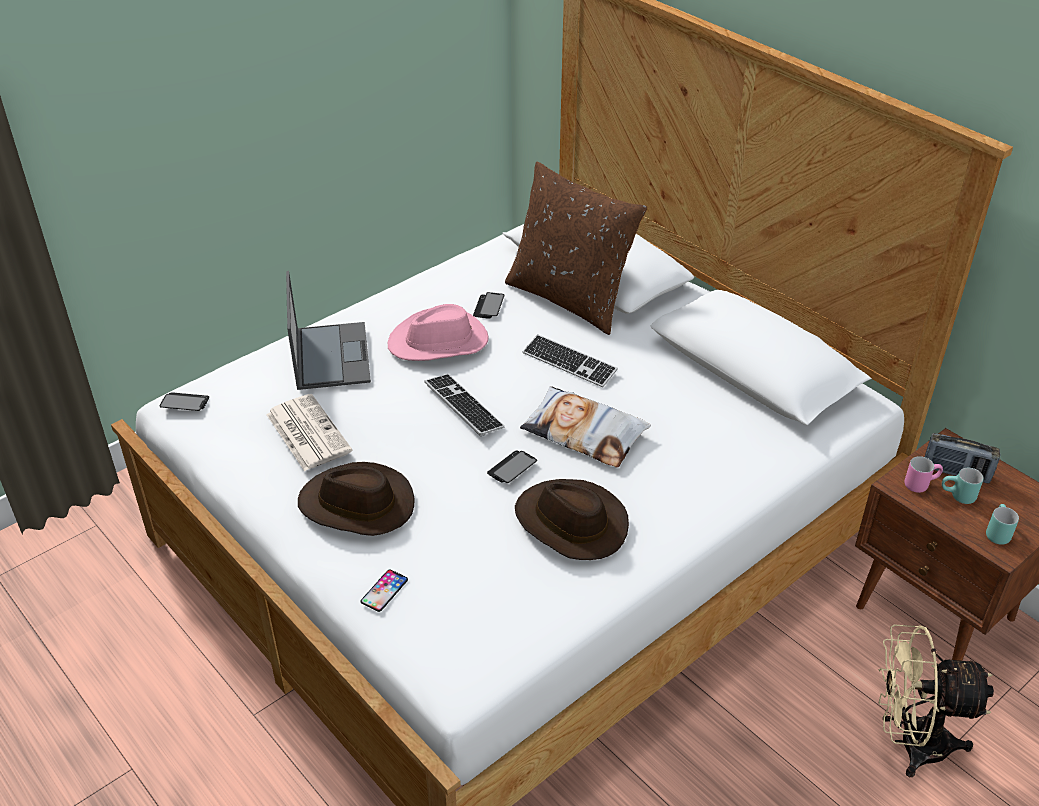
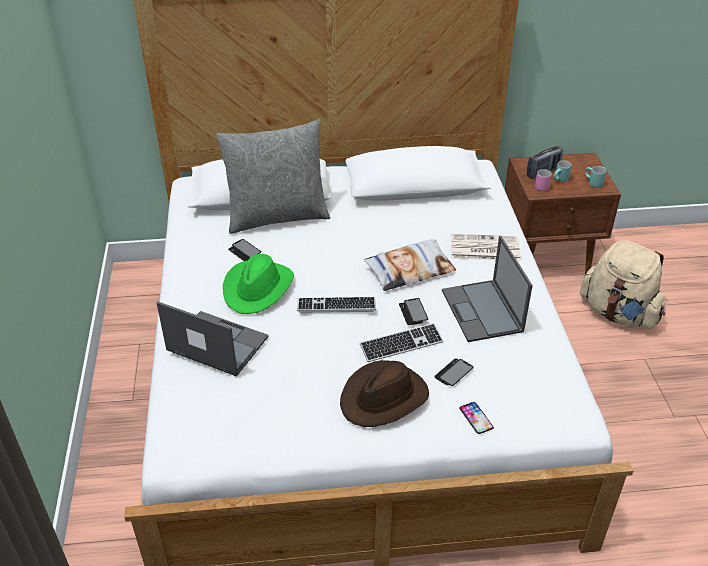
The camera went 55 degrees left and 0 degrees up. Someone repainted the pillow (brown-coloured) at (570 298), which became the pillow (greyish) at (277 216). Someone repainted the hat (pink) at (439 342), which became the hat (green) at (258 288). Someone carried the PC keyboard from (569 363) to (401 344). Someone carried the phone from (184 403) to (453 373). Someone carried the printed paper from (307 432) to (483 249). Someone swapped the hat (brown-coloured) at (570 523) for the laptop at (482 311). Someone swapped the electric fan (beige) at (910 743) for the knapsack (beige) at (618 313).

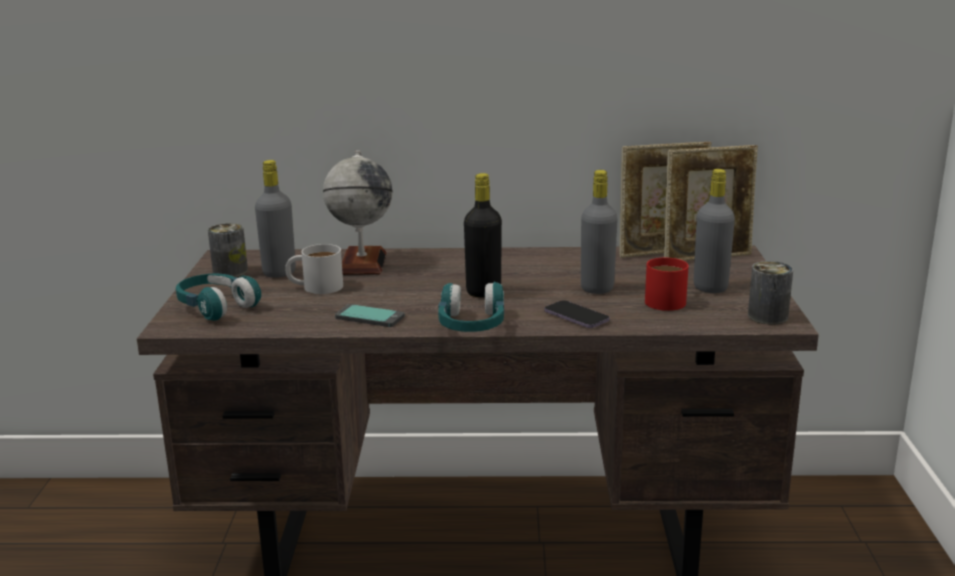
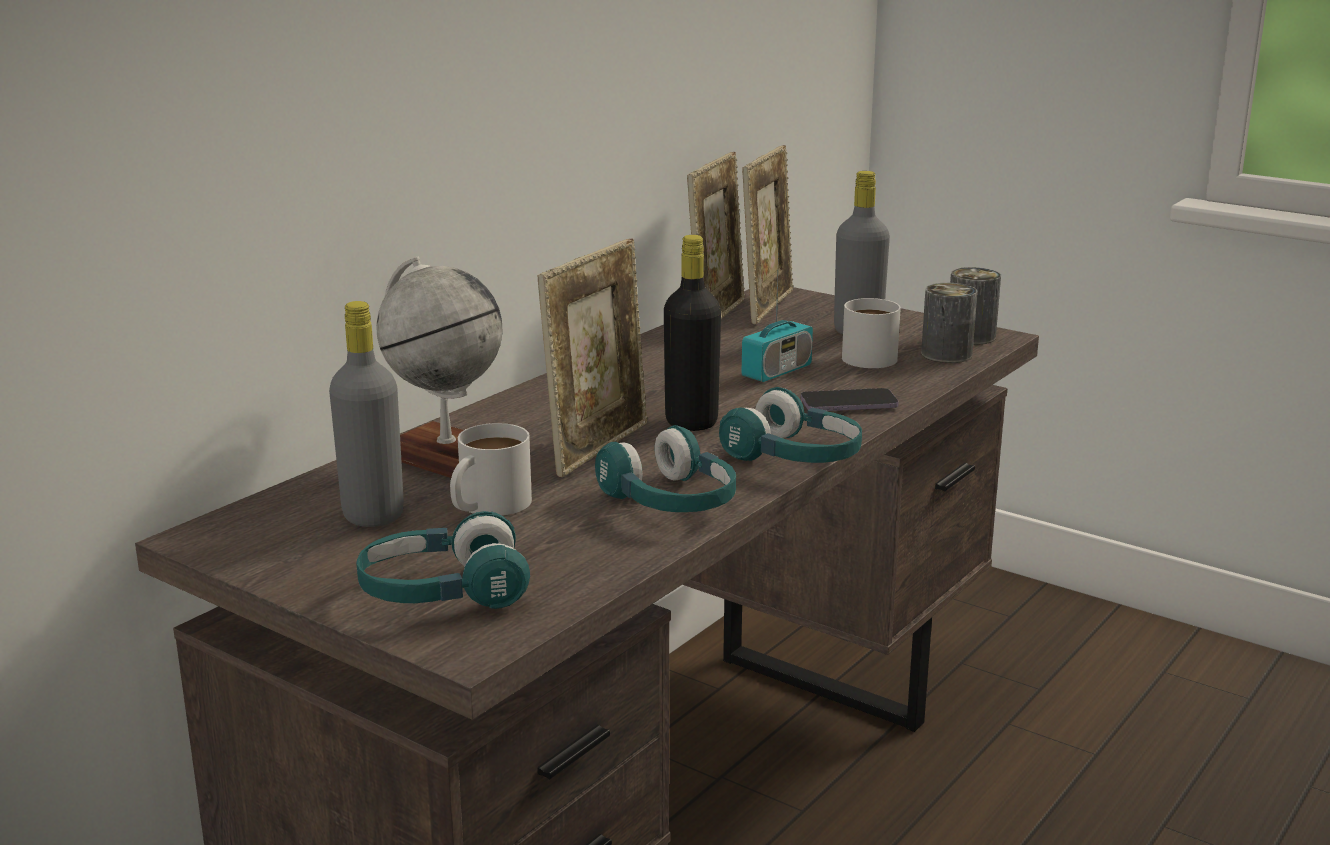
The camera went 55 degrees left and 0 degrees up. Someone swapped the bottle (greyish) at (597 288) for the radio set at (777 371). Someone carried the metal can from (230 271) to (946 354). Someone repainted the tea mug (red-coloured) at (669 300), which became the tea mug (white-coloured) at (865 355). Someone swapped the phone at (370 317) for the headphones (turquoise-coloured) at (671 502). Someone put down the standing frame at (598 447).

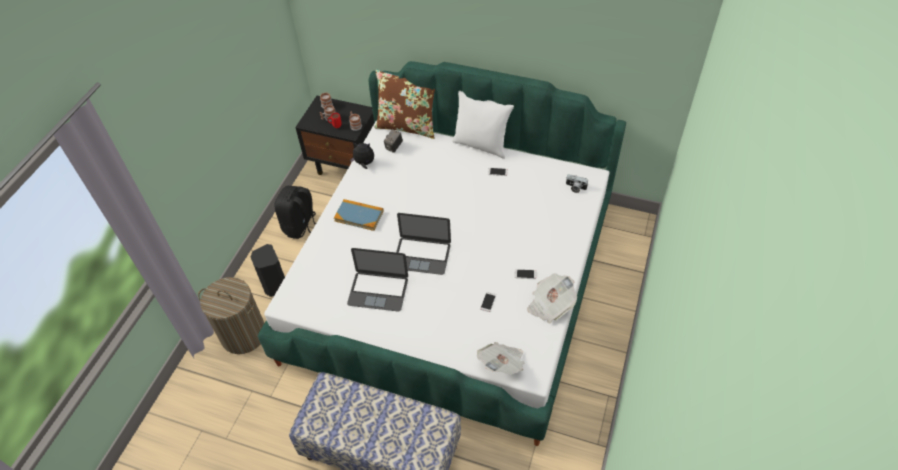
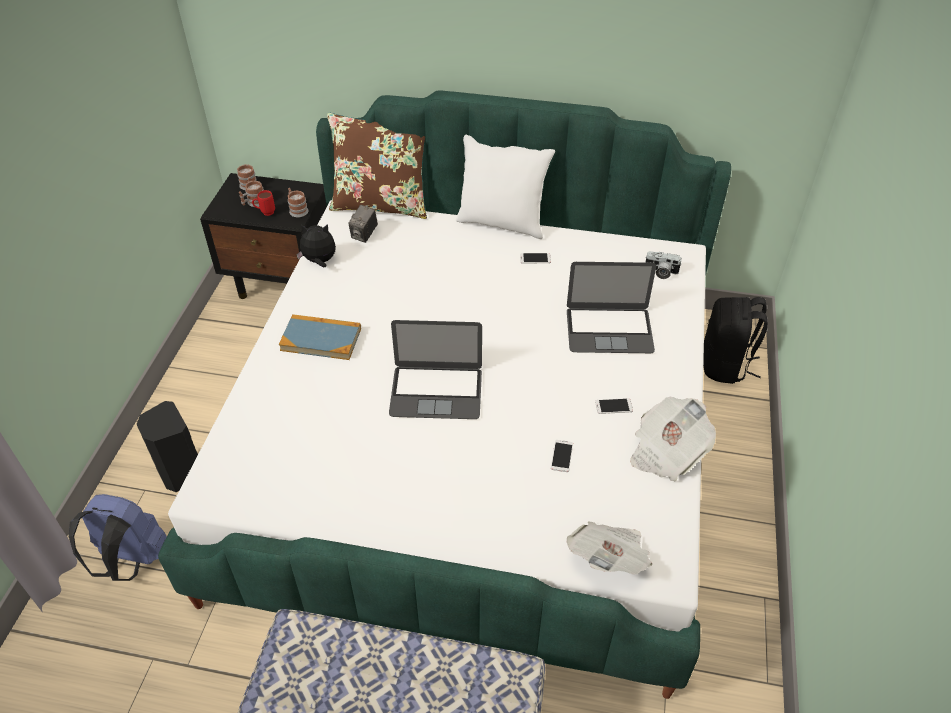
The camera went 10 degrees left and 5 degrees down. Someone carried the knapsack (black-coloured) from (301 226) to (725 365). Someone carried the laptop from (378 291) to (609 330). Someone swapped the hamper at (243 334) for the knapsack (blue-coloured) at (131 560).

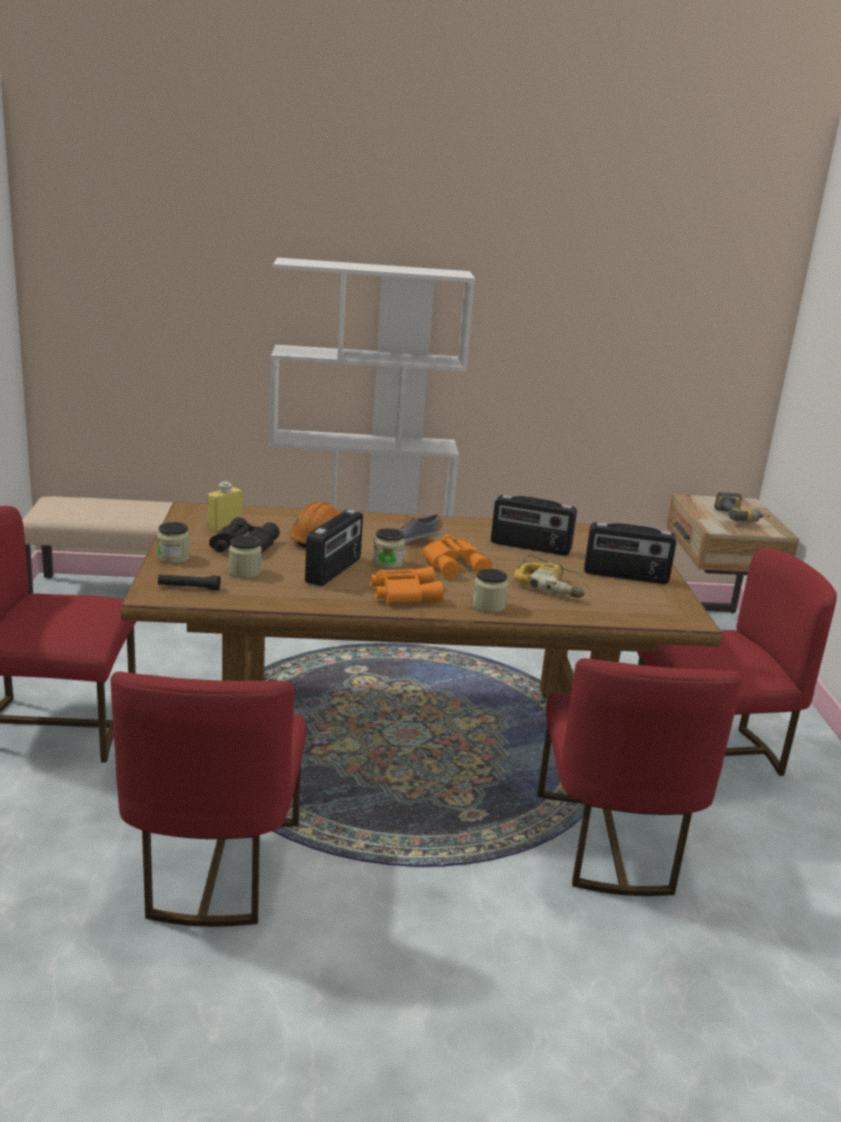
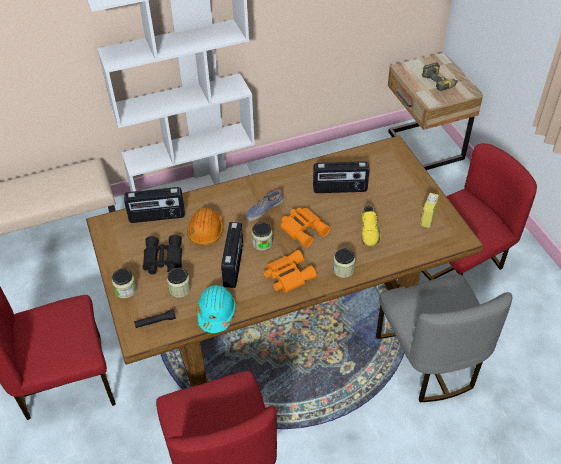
The camera went 15 degrees left and 25 degrees up. Someone carried the bottle (yellowish) from (225 526) to (428 219). Someone carried the radio set from (625 576) to (157 217). Someone swapped the drill at (551 585) for the shoe (yellowish) at (370 231). Someone repainted the upright chair (red-coloured) at (612 843), which became the upright chair (greyish) at (429 360). Someone put down the hard hat (turquoise-coloured) at (216 313).

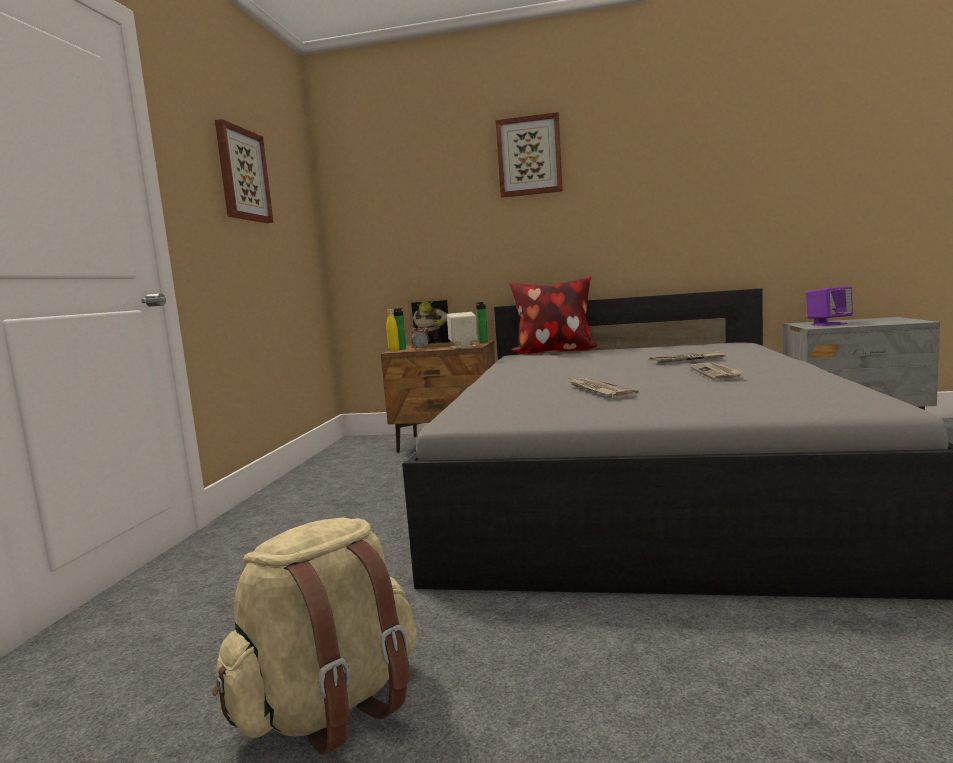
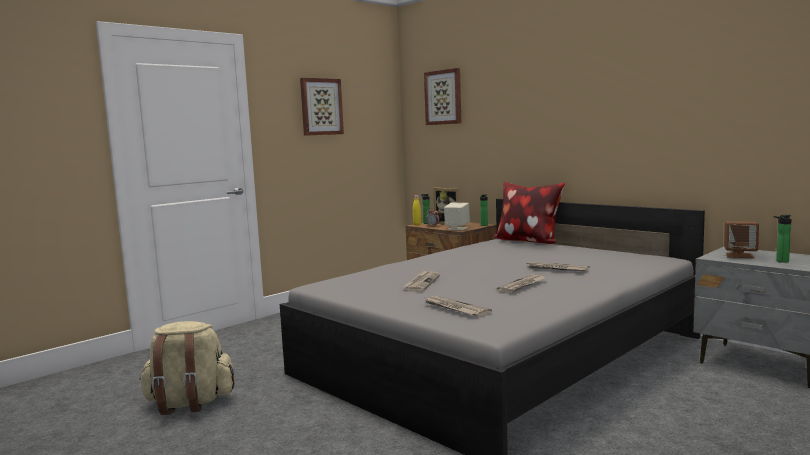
The camera went 35 degrees right and 0 degrees up. Someone carried the wall picture from (529 156) to (443 97). Someone repainted the loudspeaker (purple-coloured) at (828 324), which became the loudspeaker (brown-coloured) at (740 255). Someone put down the bottle at (780 261). Someone put down the printed paper at (455 308).

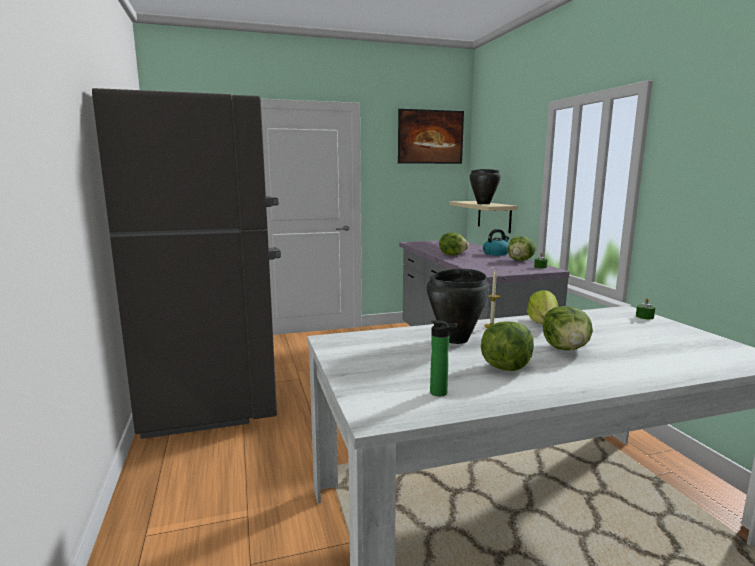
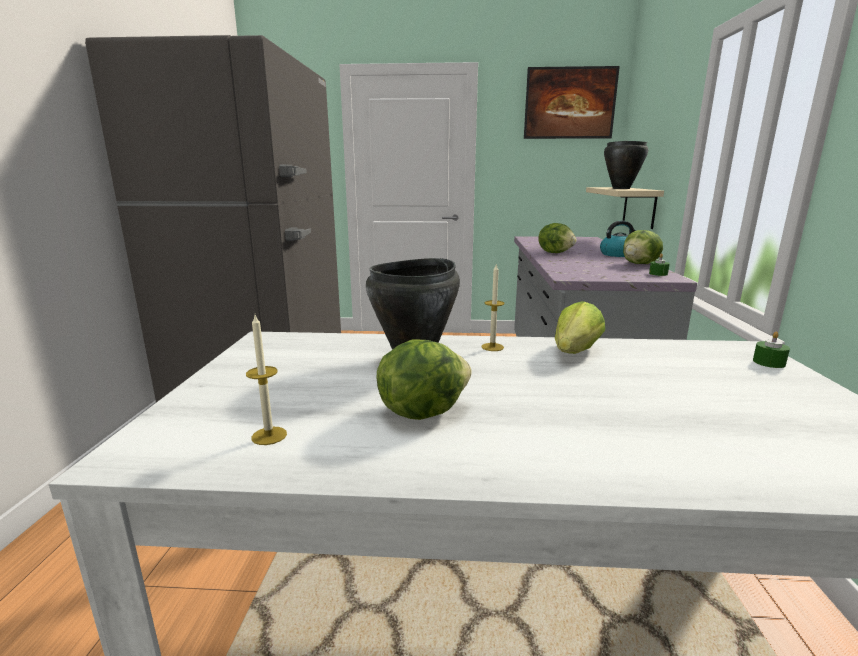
The camera went 20 degrees right and 5 degrees up. Someone took away the lettuce head at (566 349). Someone swapped the bottle at (441 393) for the wax candle at (269 436).

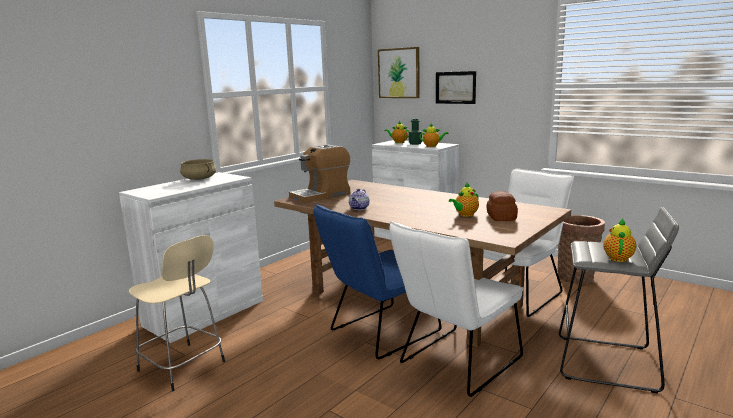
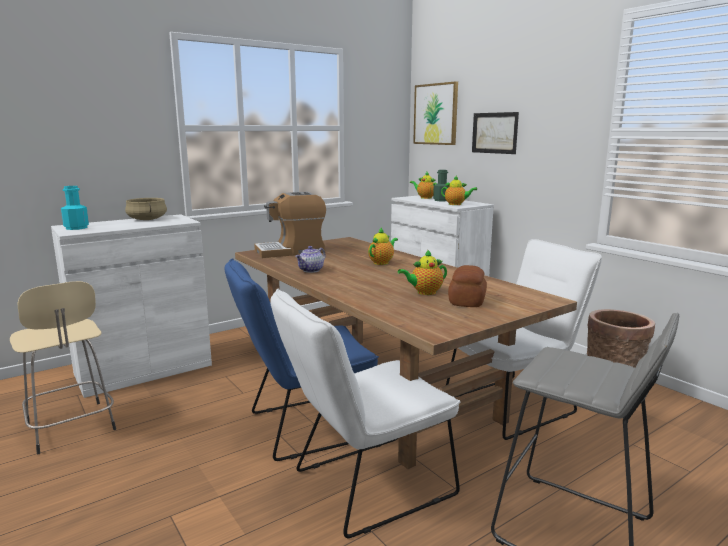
The camera went 15 degrees right and 0 degrees up. Someone carried the pot for tea from (618 257) to (382 262). Someone put down the bottle (turquoise-coloured) at (76 228).

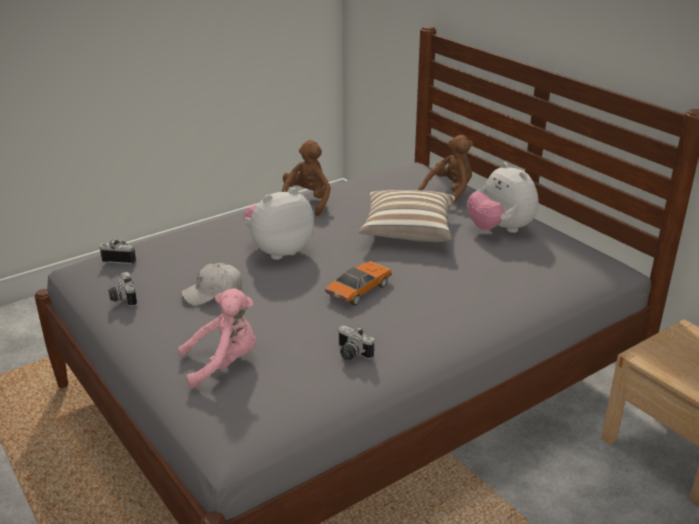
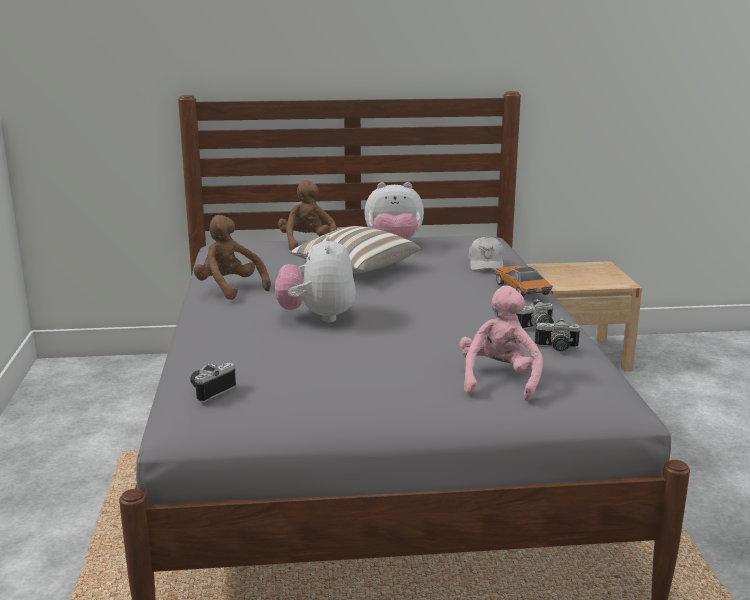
The camera went 60 degrees left and 10 degrees down. Someone carried the miniature car from (359 290) to (521 288). Someone carried the baseball cap (white-coloured) from (213 292) to (486 264). Someone carried the photo camera from (122 298) to (556 348).

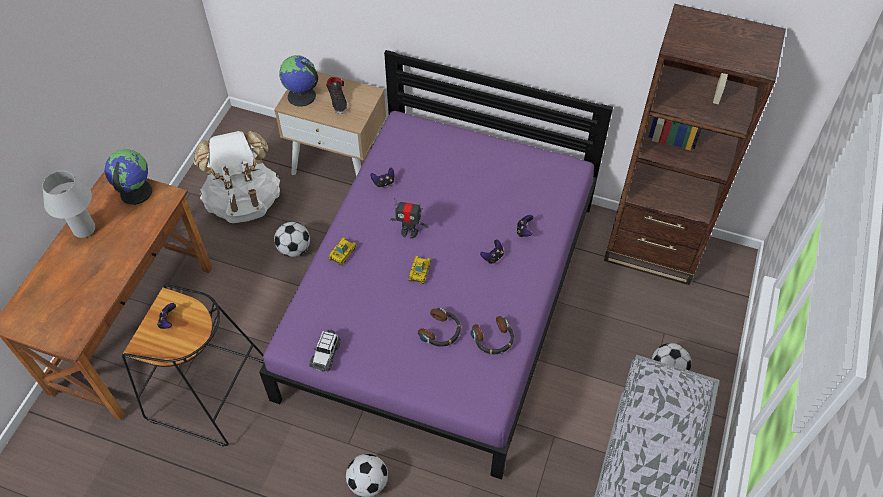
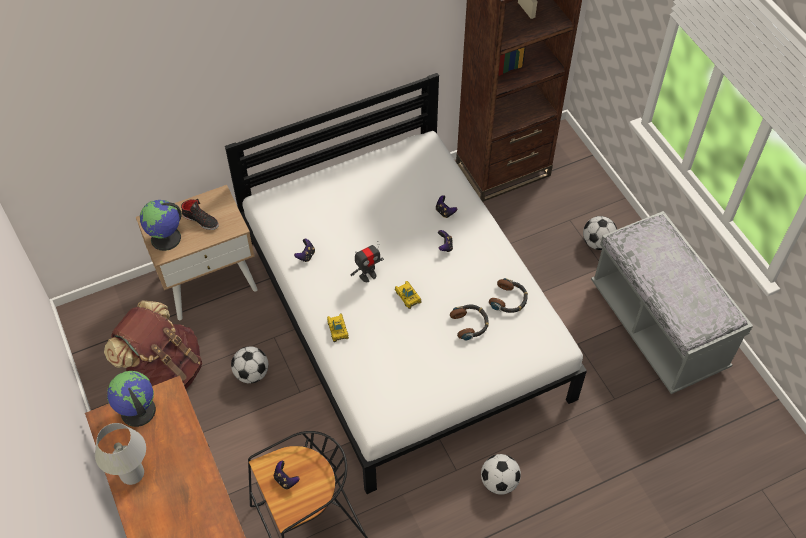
The camera went 45 degrees left and 0 degrees up. Someone repainted the bed (purple-coloured) at (441 298), which became the bed (white-coloured) at (403 317). Someone repainted the knapsack (white-coloured) at (244 201), which became the knapsack (brown-coloured) at (164 372). Someone took away the miniature car at (326 354).

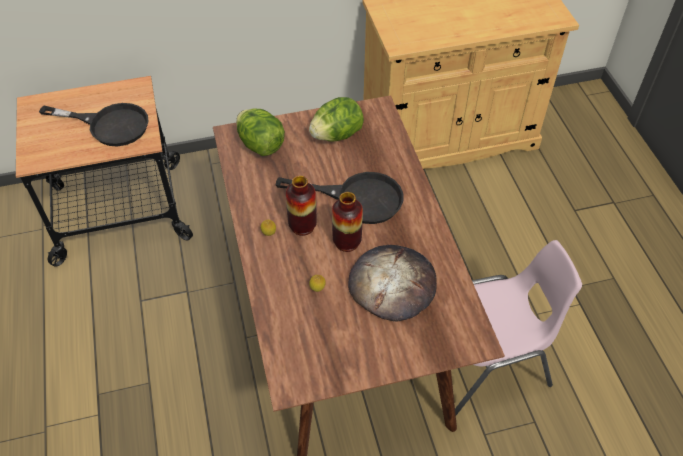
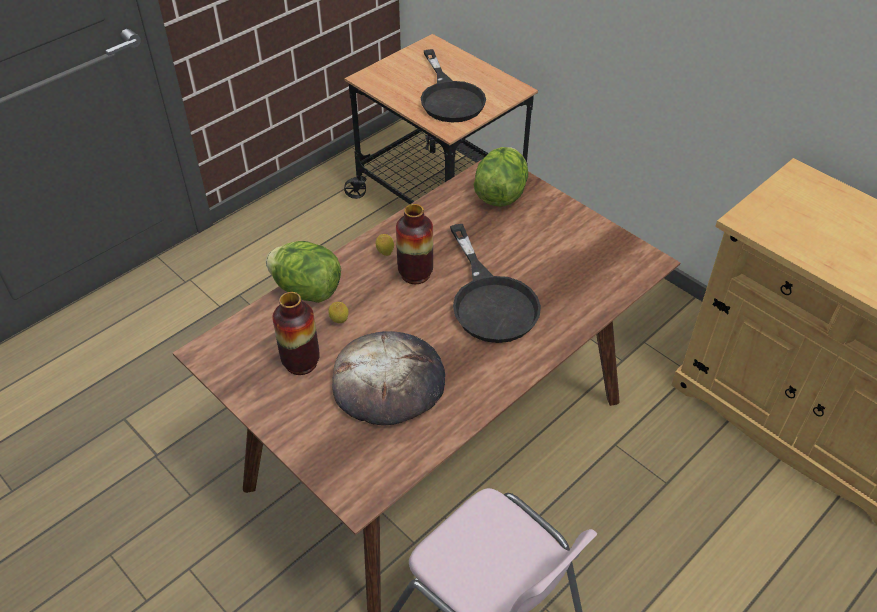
The camera went 60 degrees right and 5 degrees down. Someone carried the lettuce head from (337 135) to (307 290). Someone carried the decorative vase from (347 242) to (301 362).

